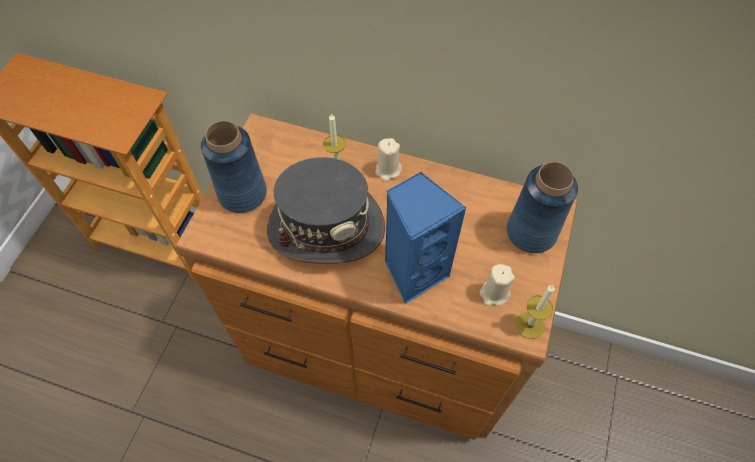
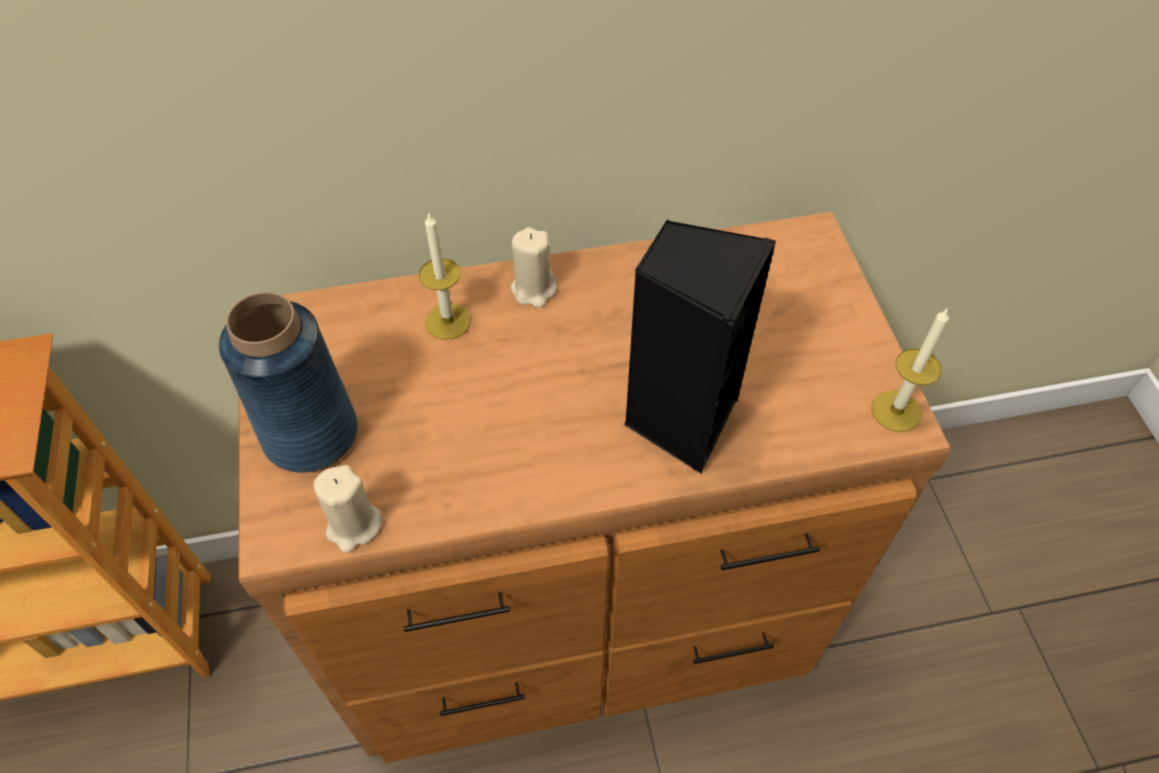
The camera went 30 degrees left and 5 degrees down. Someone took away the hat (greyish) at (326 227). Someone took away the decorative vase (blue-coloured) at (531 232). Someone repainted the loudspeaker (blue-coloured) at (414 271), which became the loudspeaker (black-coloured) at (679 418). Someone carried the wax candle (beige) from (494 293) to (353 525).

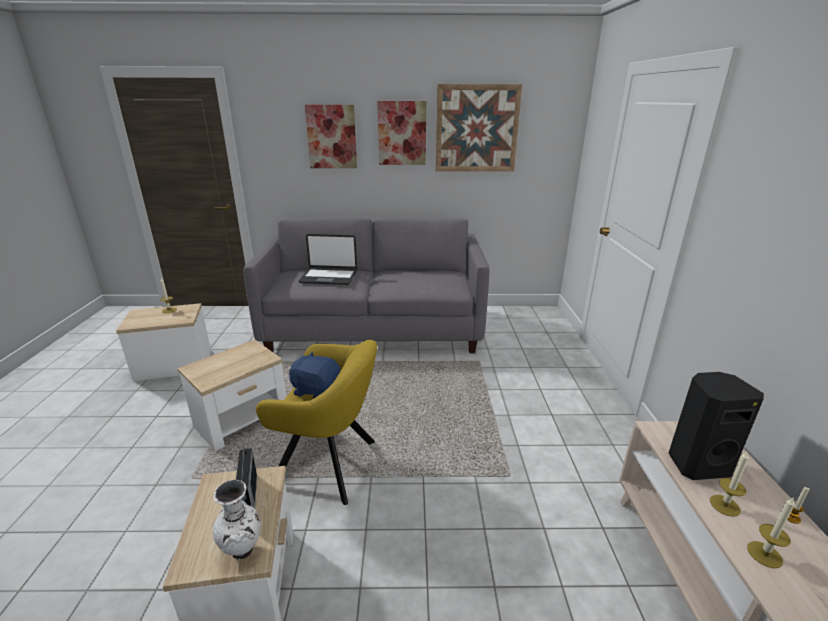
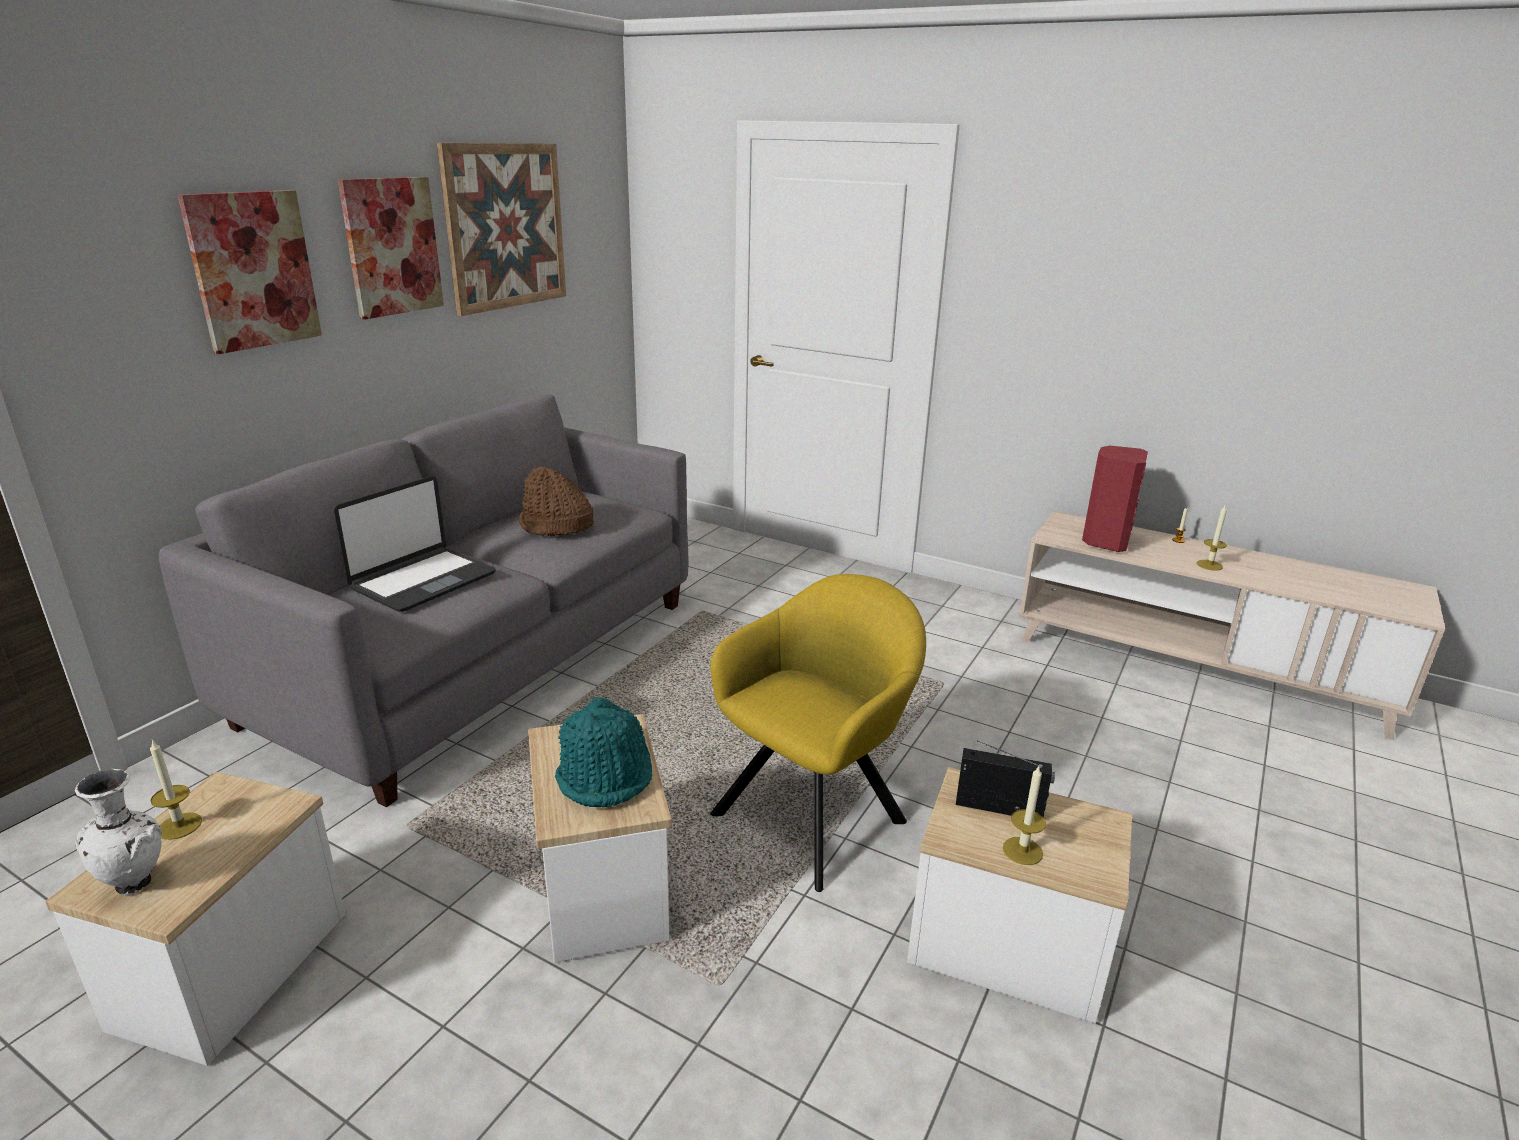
The camera went 60 degrees left and 0 degrees up. Someone took away the cuddly toy (blue-coloured) at (316 390). Someone repainted the loudspeaker (black-coloured) at (696 464), which became the loudspeaker (red-coloured) at (1105 542). Someone carried the wax candle from (724 505) to (1022 851). Someone carried the decorative vase (white-coloured) from (244 551) to (137 884). Someone put down the hat (brown-coloured) at (555 526). Someone put down the hat (turquoise-coloured) at (606 775).

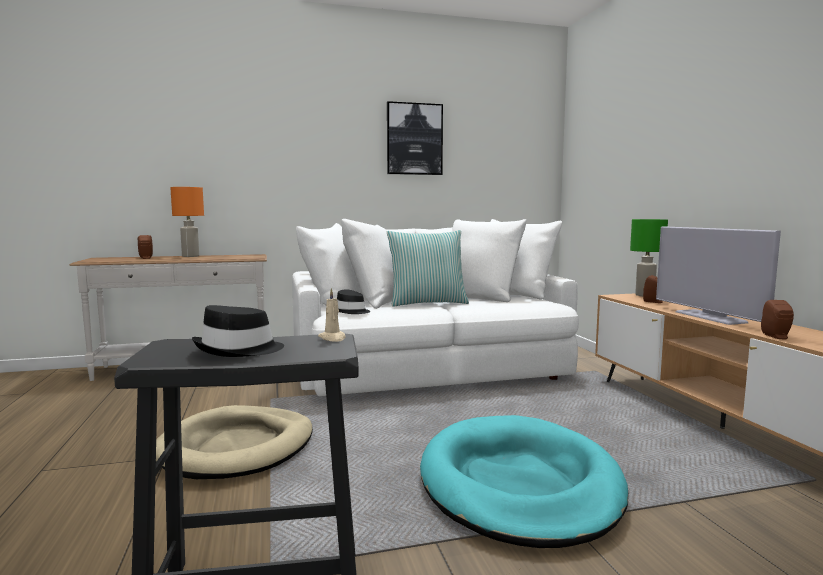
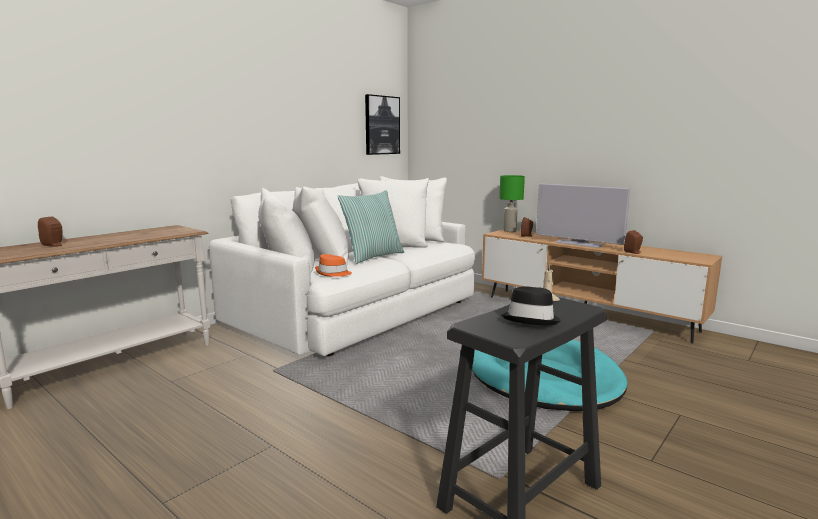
The camera went 35 degrees left and 5 degrees up. Someone carried the wall picture from (414 139) to (382 125). Someone took away the tabletop lamp (orangey) at (190 256). Someone repainted the hat (black-coloured) at (351 311), which became the hat (orangey) at (333 273). Someone took away the dog cushion (beige) at (237 447).

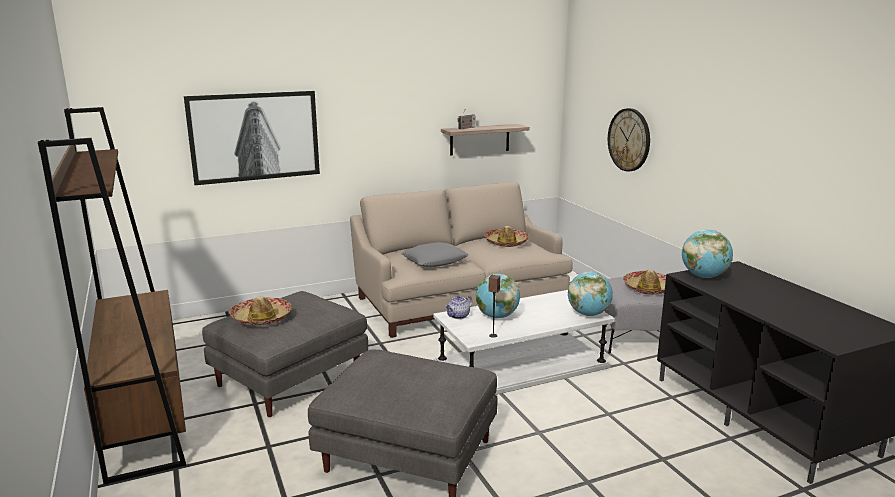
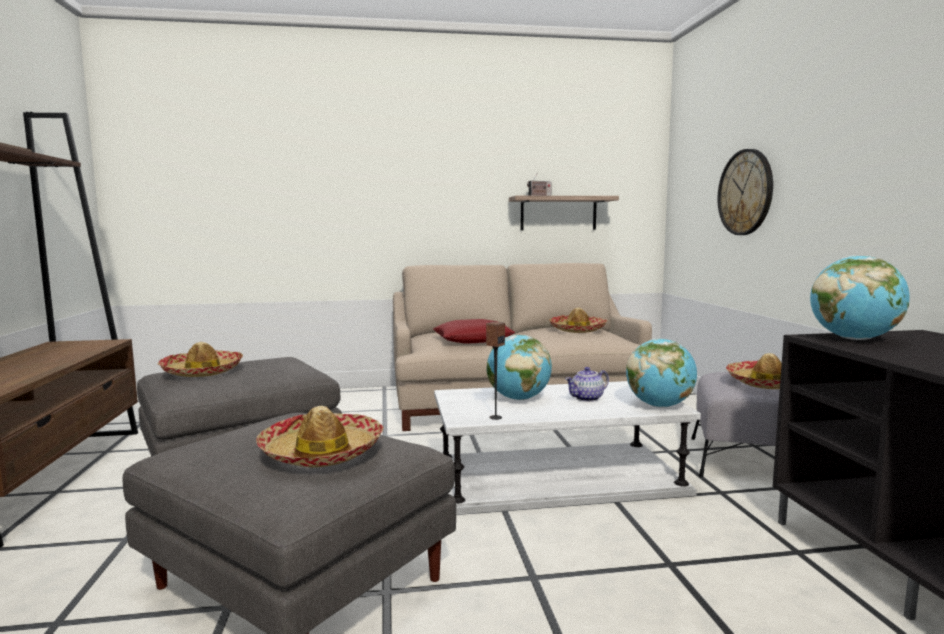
The camera went 15 degrees right and 10 degrees down. Someone took away the wall picture at (254 136). Someone repainted the pillow (greyish) at (435 260), which became the pillow (red-coloured) at (473 339). Someone carried the pot for tea from (459 316) to (587 399). Someone put down the hat at (322 452).

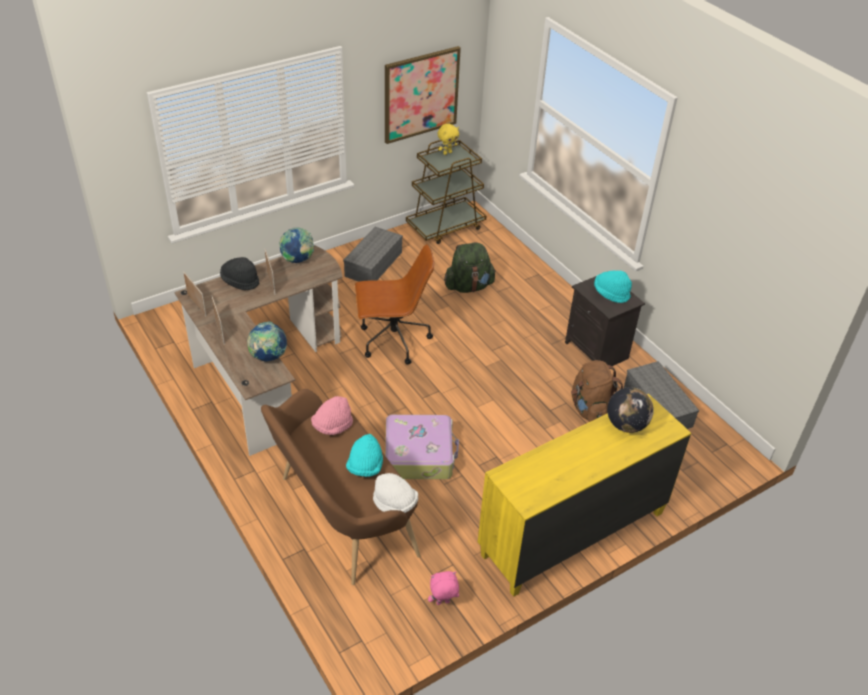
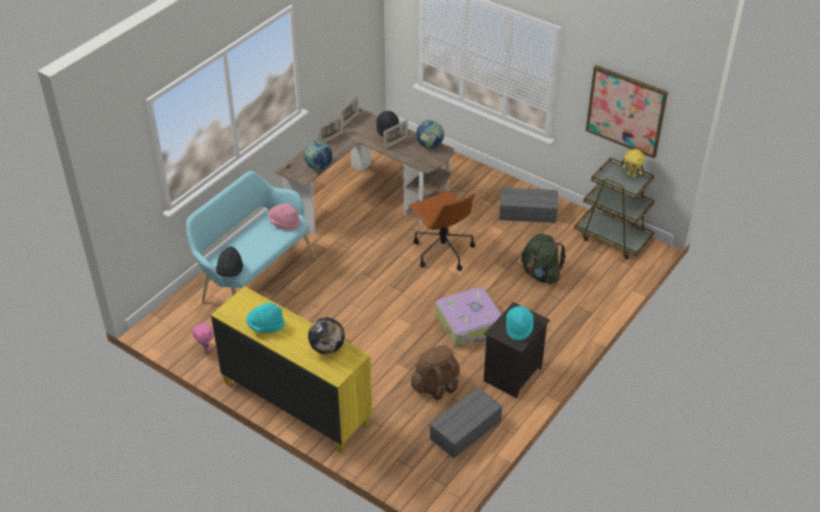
The camera went 70 degrees right and 0 degrees up. Someone repainted the long seat (brown-coloured) at (341 517), which became the long seat (turquoise-coloured) at (254 279). Someone carried the suitcase from (419 454) to (470 324). Someone carried the hat (turquoise-coloured) from (365 467) to (265 325). Someone repainted the hat (white-coloured) at (395 503), which became the hat (black-coloured) at (230 271).

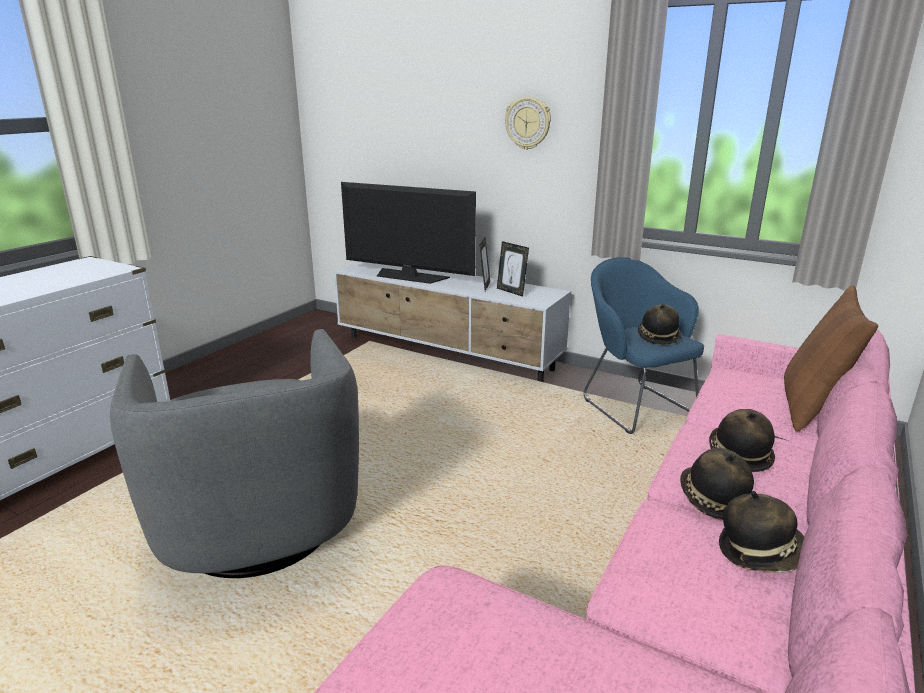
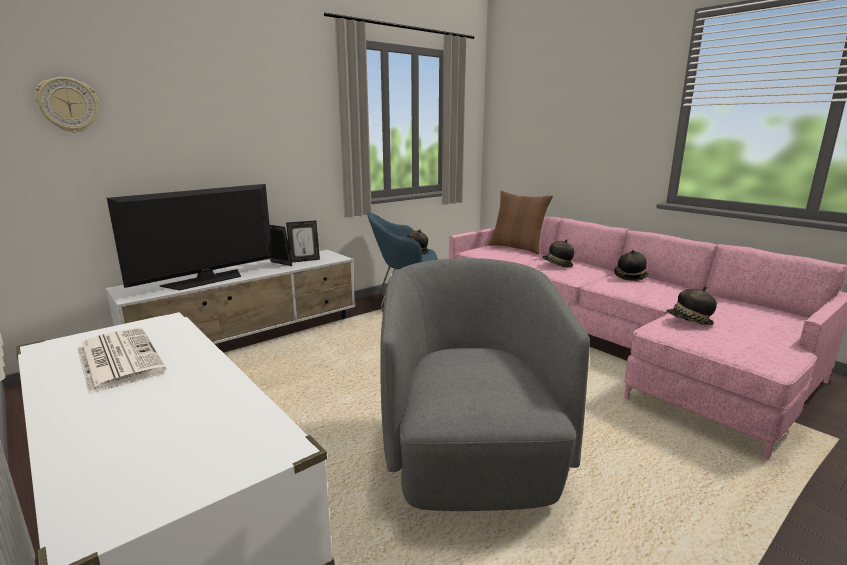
The camera went 70 degrees left and 5 degrees down. Someone carried the wall clock from (528 123) to (68 105). Someone rotated the armchair (greyish) at (258 529) by 90 degrees counterclockwise. Someone carried the hat from (712 500) to (689 321). Someone put down the printed paper at (118 359).

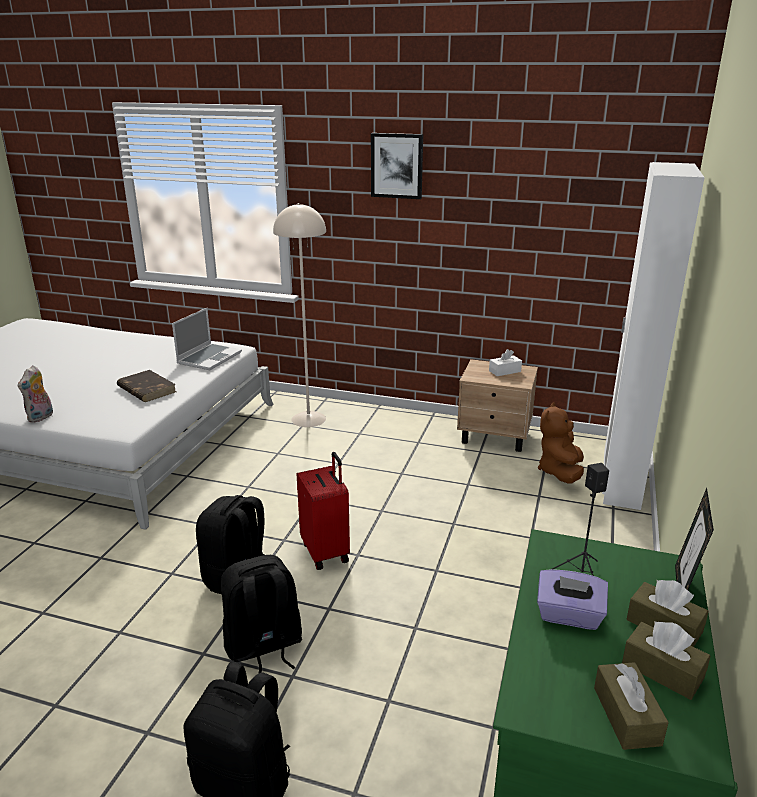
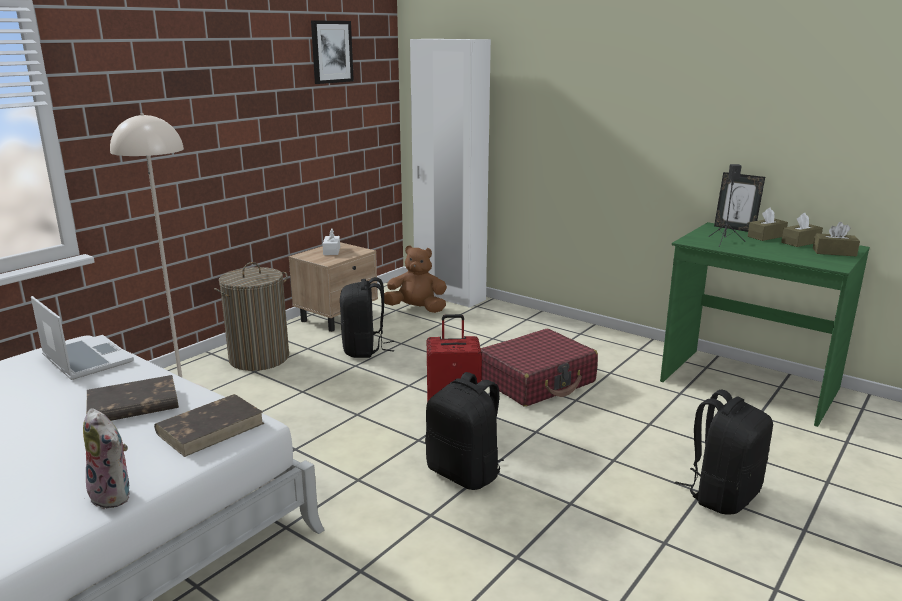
The camera went 70 degrees left and 5 degrees down. Someone carried the wall picture from (397 165) to (331 52). Someone rotated the cuddly toy (brown-coloured) at (560 472) by 150 degrees clockwise. Someone carried the knapsack (black-coloured) from (263 647) to (364 349). Someone took away the tissue holder (purple-coloured) at (569 616). Someone put down the hamper at (259 358). Someone put down the suitcase (red-coloured) at (537 381). Someone put down the book (brown-coloured) at (211 428).

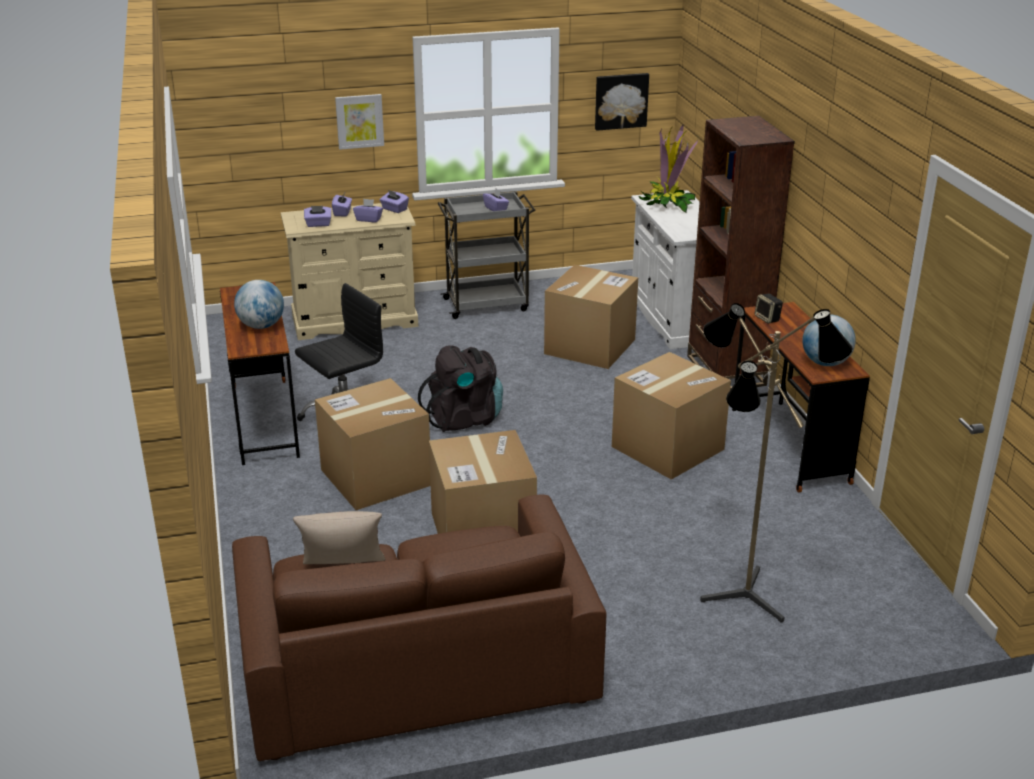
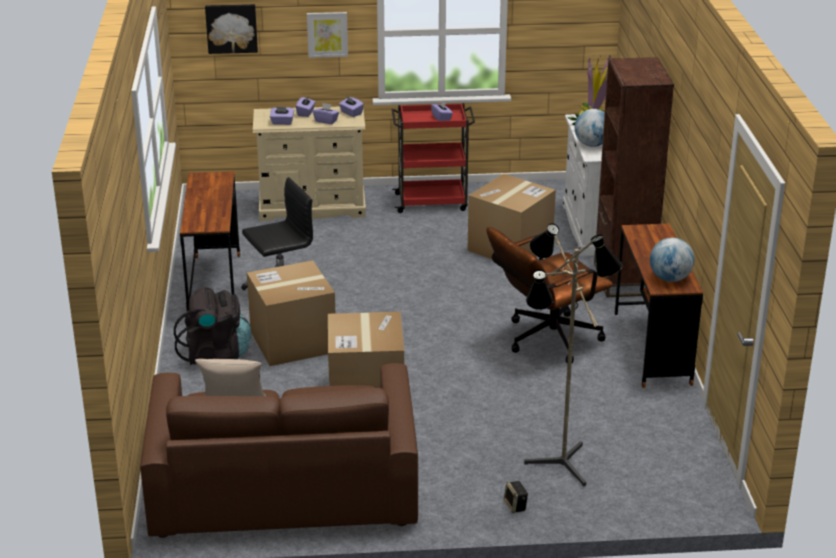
The camera went 10 degrees right and 0 degrees up. Someone carried the wall picture from (620 101) to (231 28). Someone repainted the wheeled cart (greyish) at (487 304), which became the wheeled cart (red-coloured) at (432 202). Someone carried the desk globe from (261 326) to (592 145). Someone carried the loudspeaker from (768 319) to (516 506). Someone carried the knapsack (black-coloured) from (464 418) to (215 354). Someone swapped the cardboard box at (667 448) for the office chair (brown-coloured) at (545 341).

